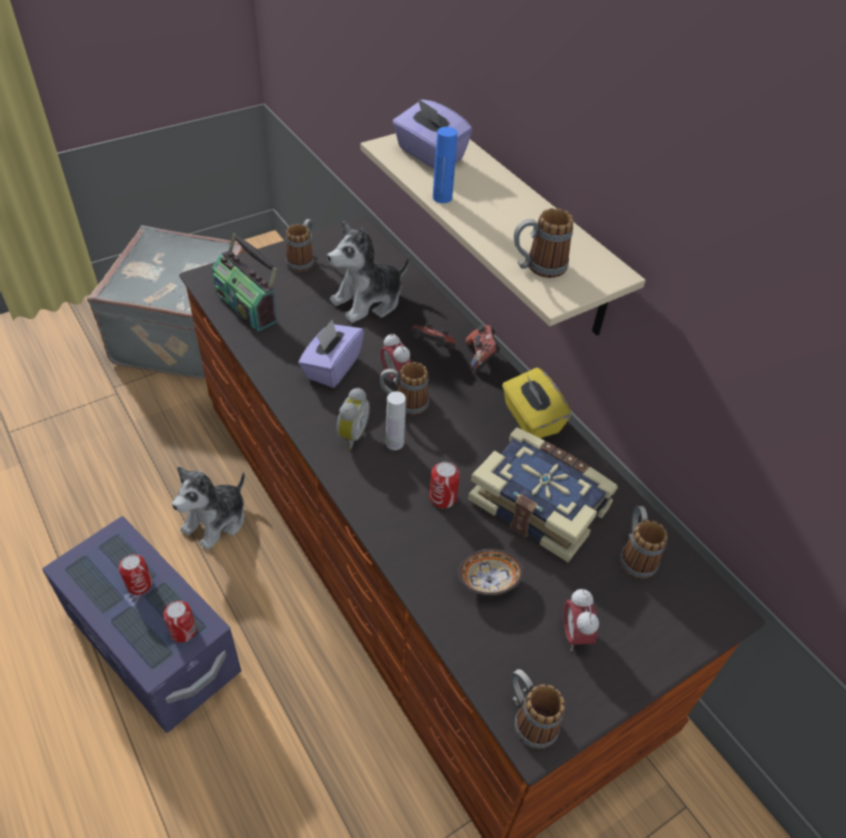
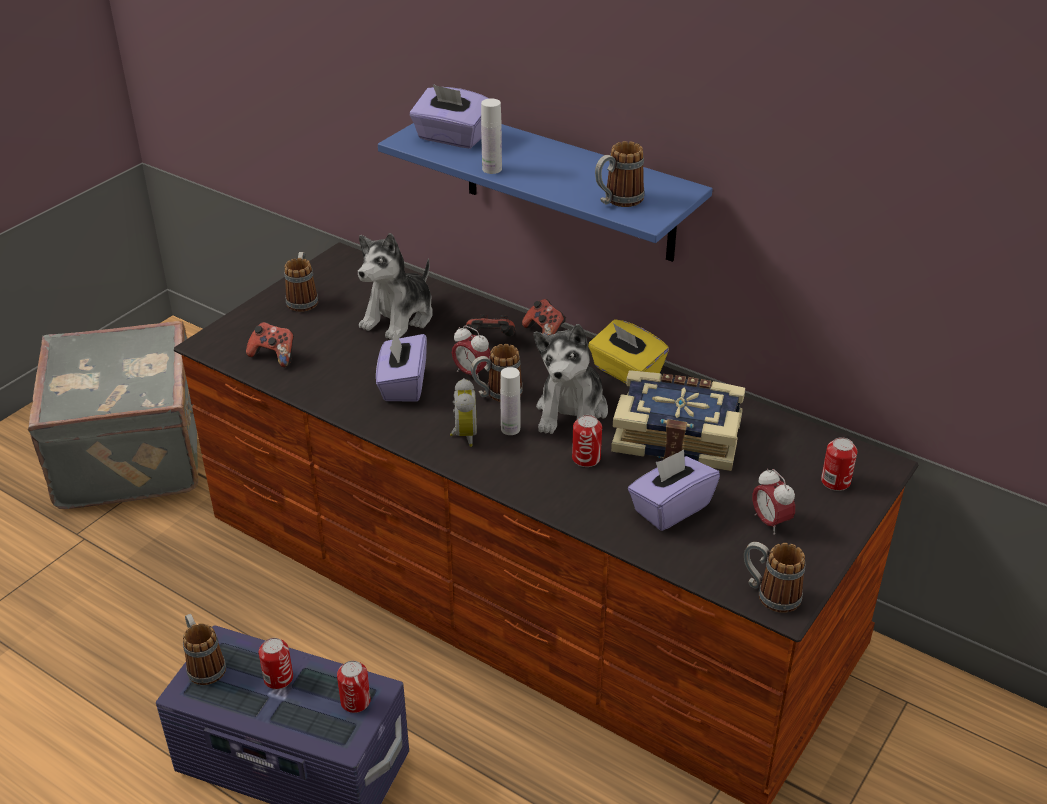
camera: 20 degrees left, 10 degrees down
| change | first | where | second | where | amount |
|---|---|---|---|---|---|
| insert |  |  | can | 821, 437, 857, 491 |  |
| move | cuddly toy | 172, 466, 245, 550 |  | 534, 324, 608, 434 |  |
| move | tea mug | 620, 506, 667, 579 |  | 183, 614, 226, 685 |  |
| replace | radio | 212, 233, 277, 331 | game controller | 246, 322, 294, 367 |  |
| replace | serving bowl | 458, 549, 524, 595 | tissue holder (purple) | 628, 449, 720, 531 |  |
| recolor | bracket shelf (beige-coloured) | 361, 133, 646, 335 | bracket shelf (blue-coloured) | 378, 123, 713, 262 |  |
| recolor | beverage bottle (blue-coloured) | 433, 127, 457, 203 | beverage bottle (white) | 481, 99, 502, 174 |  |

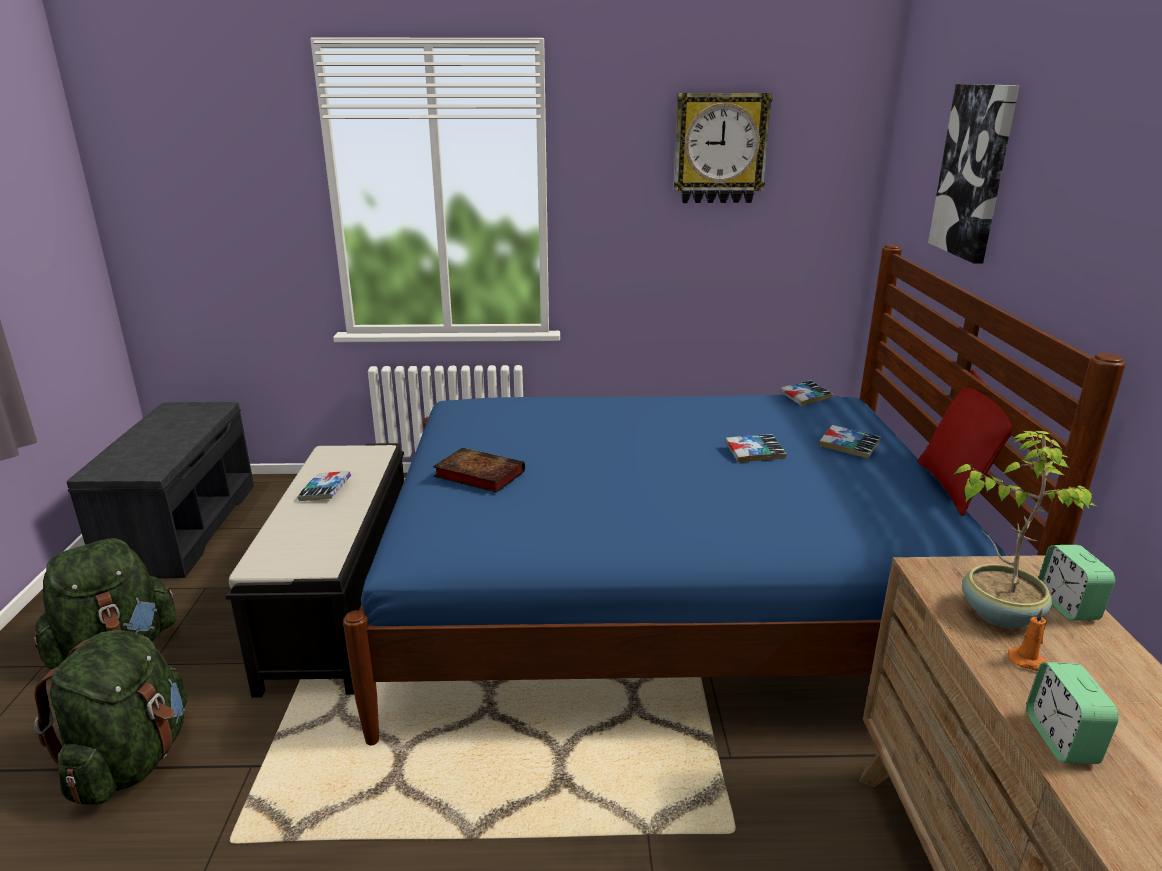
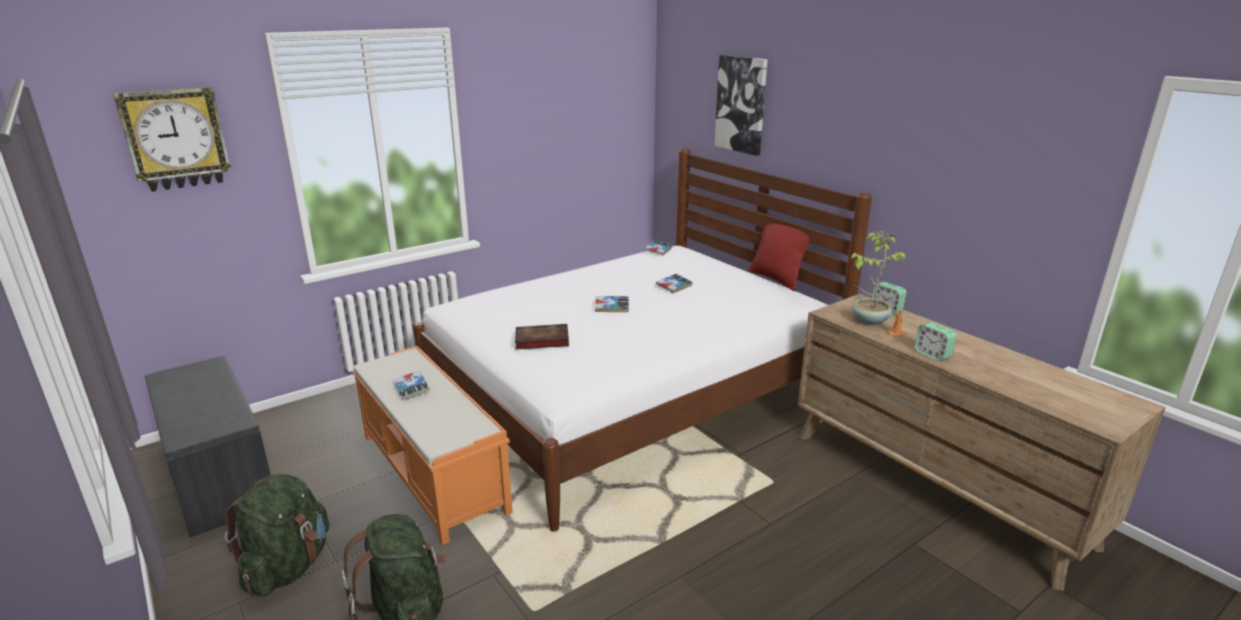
camera: 35 degrees left, 0 degrees up
| change | first | where | second | where | amount |
|---|---|---|---|---|---|
| move | wall clock | 673, 93, 773, 203 |  | 113, 87, 231, 192 |  |
| move | book | 819, 425, 881, 458 |  | 595, 296, 629, 312 |  |
| recolor | indoor bench (black) | 225, 443, 404, 698 | indoor bench (orange) | 352, 346, 513, 545 |  |
| recolor | sleeping bed (blue-coloured) | 343, 244, 1126, 745 | sleeping bed (white) | 413, 148, 872, 532 |  |

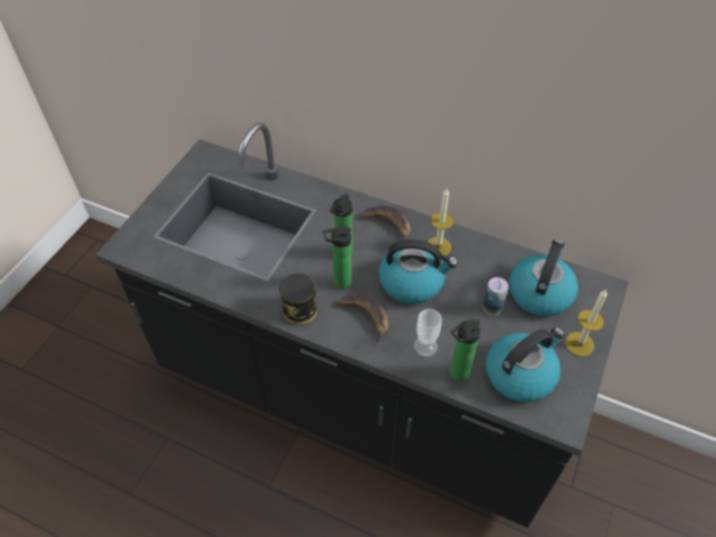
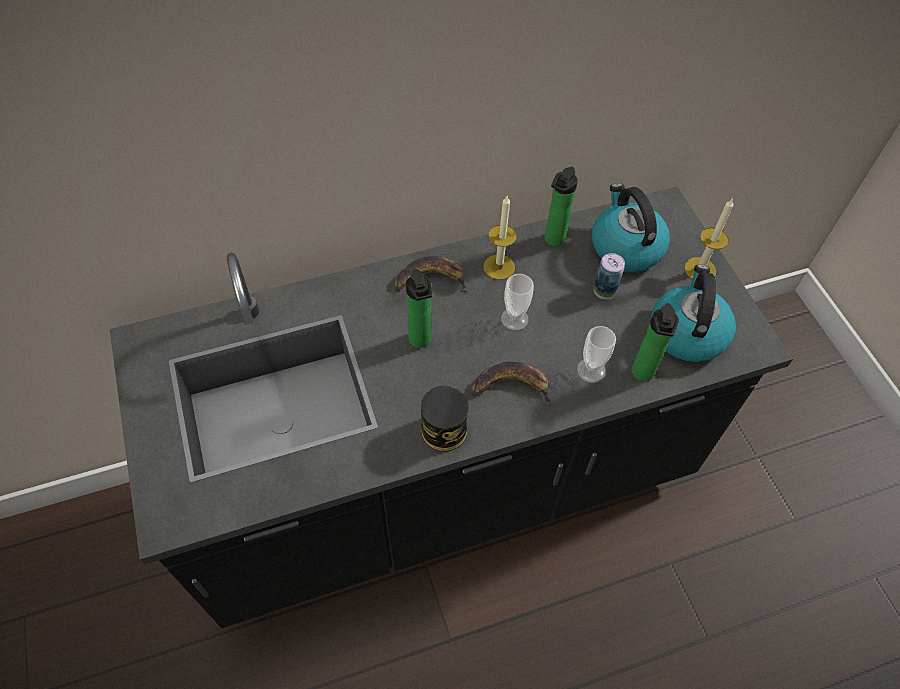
camera: 45 degrees left, 5 degrees up
| change | first | where | second | where | amount |
|---|---|---|---|---|---|
| move | beverage bottle | 323, 226, 352, 289 |  | 545, 167, 578, 247 |  |
| replace | kettle | 379, 239, 458, 304 | drinking cup | 501, 274, 534, 330 |  |

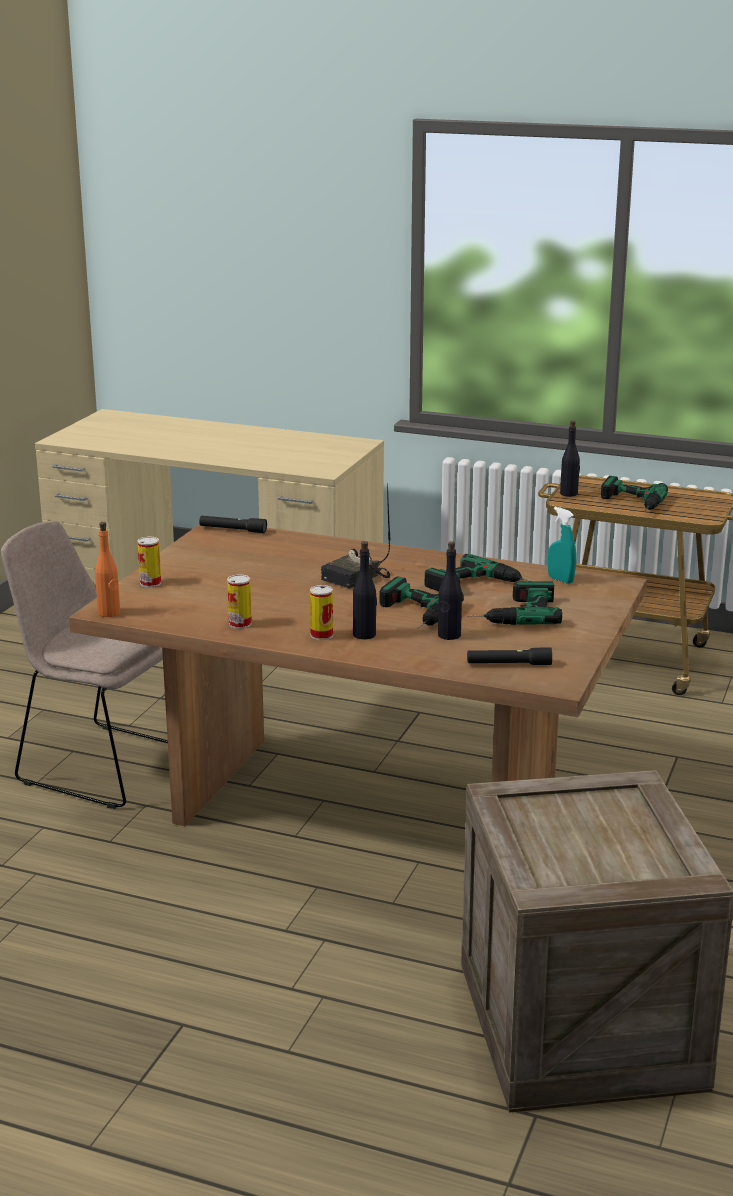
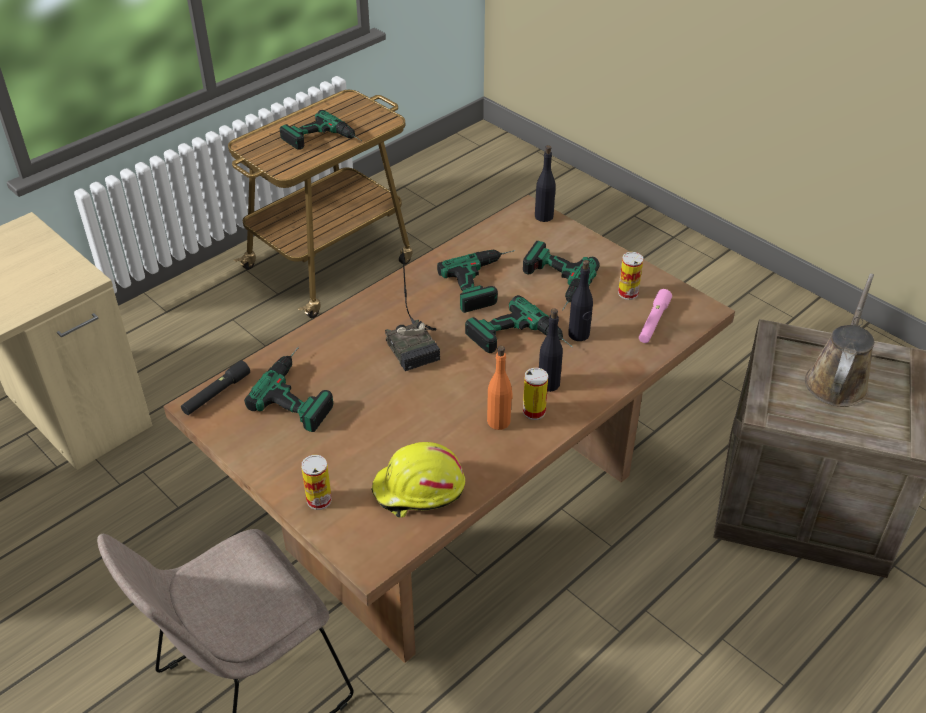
camera: 65 degrees left, 20 degrees up
| change | first | where | second | where | amount |
|---|---|---|---|---|---|
| delete | hand sprayer (turquoise-coloured) | 548, 507, 576, 584 |  |  |  |
| insert |  |  | electric drill | 244, 347, 333, 432 |  |
| insert |  |  | work helmet (yellowish) | 371, 442, 465, 518 |  |
| insert |  |  | watering pot (brownish) | 805, 274, 874, 407 |  |
| move | beverage bottle (orange) | 95, 522, 120, 617 |  | 487, 346, 513, 430 |  |
| move | can | 227, 574, 252, 629 |  | 618, 252, 644, 300 |  |
| move | beverage bottle (black) | 560, 420, 580, 497 |  | 535, 145, 556, 222 |  |
| recolor | hand torch (black) | 467, 648, 552, 665 | hand torch (pink) | 639, 289, 672, 343 |  |

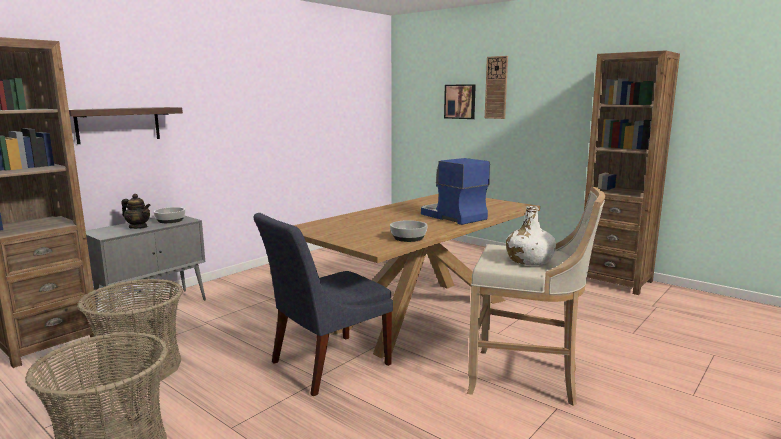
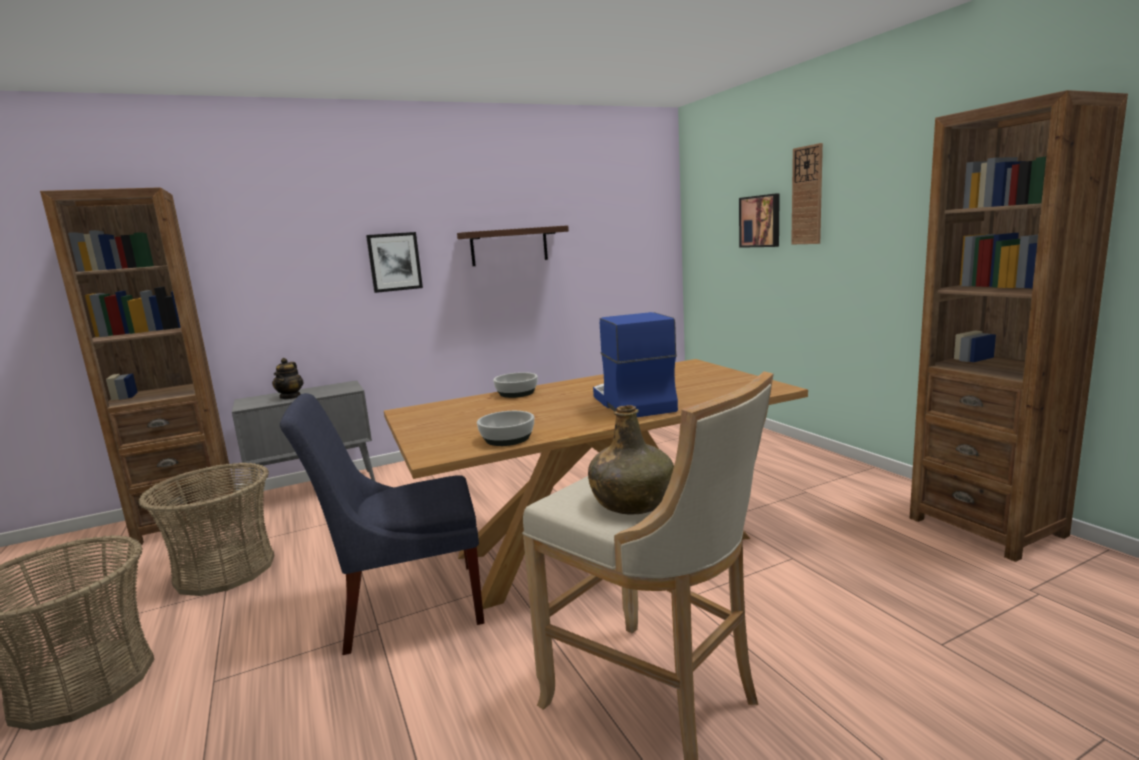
camera: 25 degrees right, 0 degrees up
| change | first | where | second | where | amount |
|---|---|---|---|---|---|
| insert |  |  | wall art | 366, 232, 423, 293 |  |
| move | bracket shelf | 69, 107, 183, 144 |  | 457, 225, 569, 266 |  |
| move | serving bowl | 154, 207, 185, 223 |  | 493, 372, 538, 398 |  |
| recolor | beverage bottle (white) | 506, 206, 556, 266 | beverage bottle (green-coloured) | 588, 405, 674, 514 |  |
| rotate | tea pot | 121, 194, 150, 229 |  | 272, 358, 304, 399 | 45 degrees clockwise |

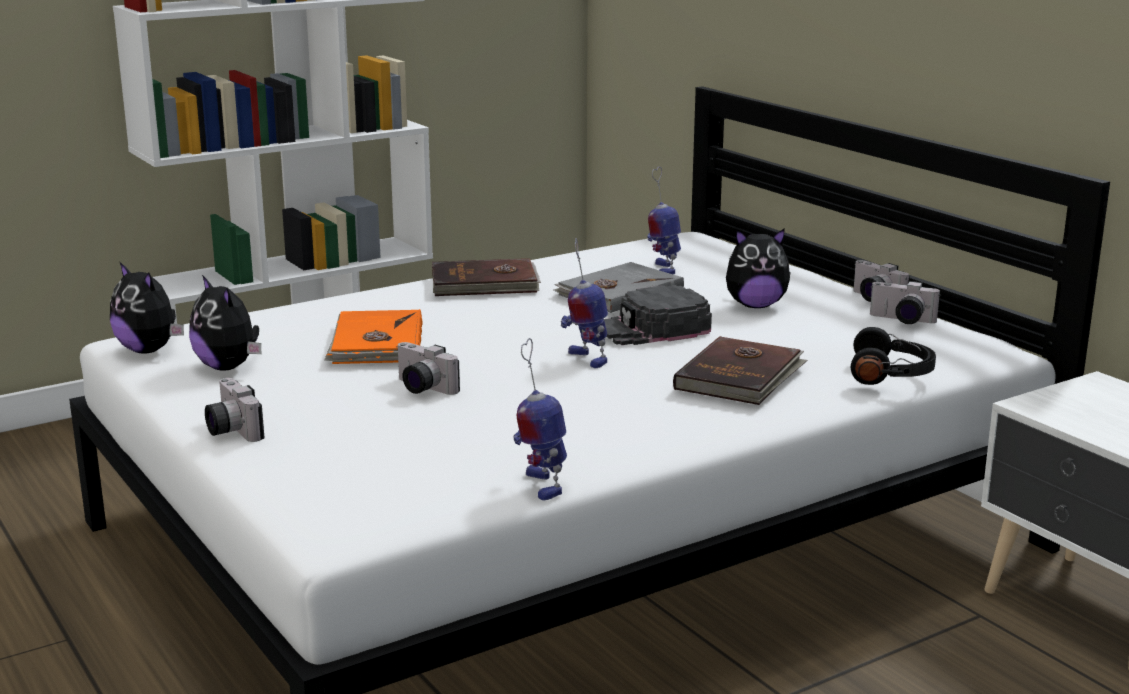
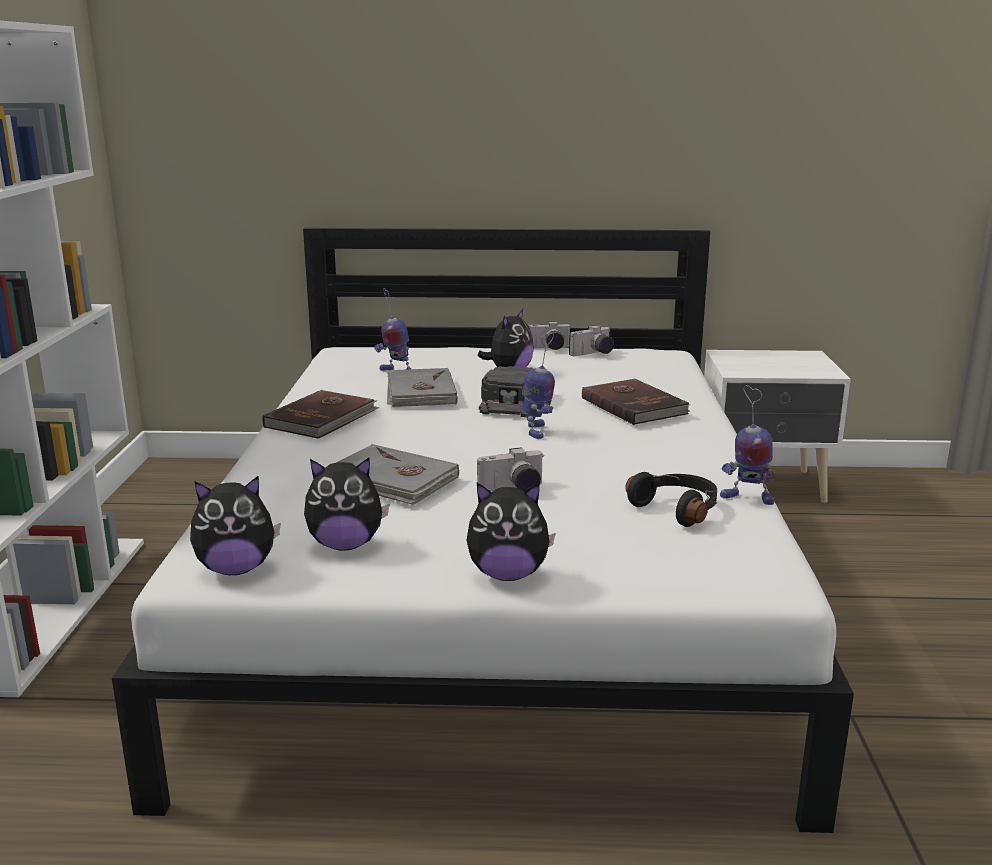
camera: 55 degrees left, 0 degrees up
| change | first | where | second | where | amount |
|---|---|---|---|---|---|
| move | pair of headphones (black) | 851, 327, 936, 385 |  | 625, 472, 717, 527 |  |
| replace | photo camera | 205, 378, 265, 442 | cuddly toy | 466, 483, 556, 581 |  |
| recolor | book (orange) | 324, 309, 423, 364 | book (grey) | 336, 444, 459, 505 |  |
| rotate | robot figure | 561, 238, 608, 368 |  | 521, 333, 555, 439 | 90 degrees counterclockwise |

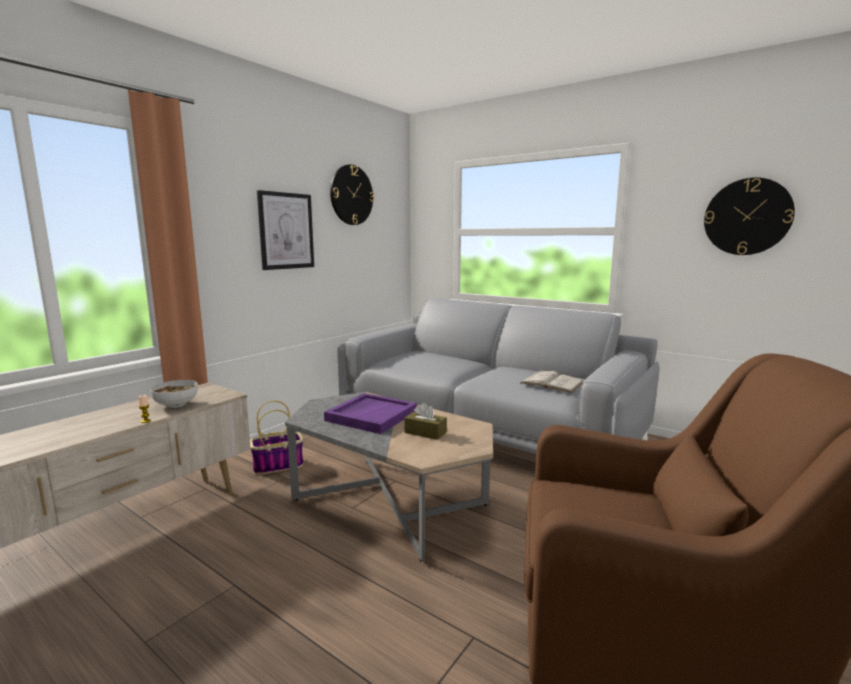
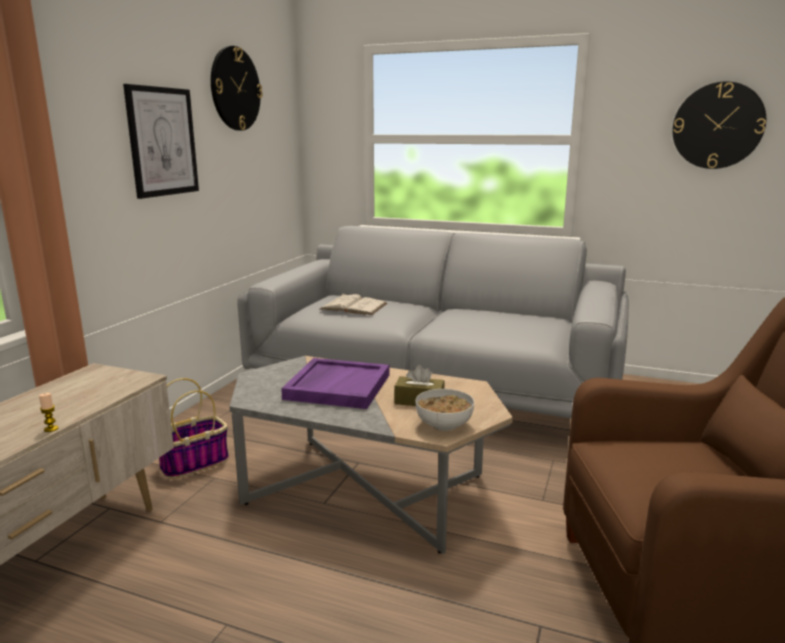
camera: 15 degrees left, 5 degrees up
| change | first | where | second | where | amount |
|---|---|---|---|---|---|
| move | serving bowl | 150, 380, 198, 408 |  | 416, 389, 474, 431 |  |
| move | book (white) | 520, 370, 583, 393 |  | 320, 293, 387, 315 |  |

